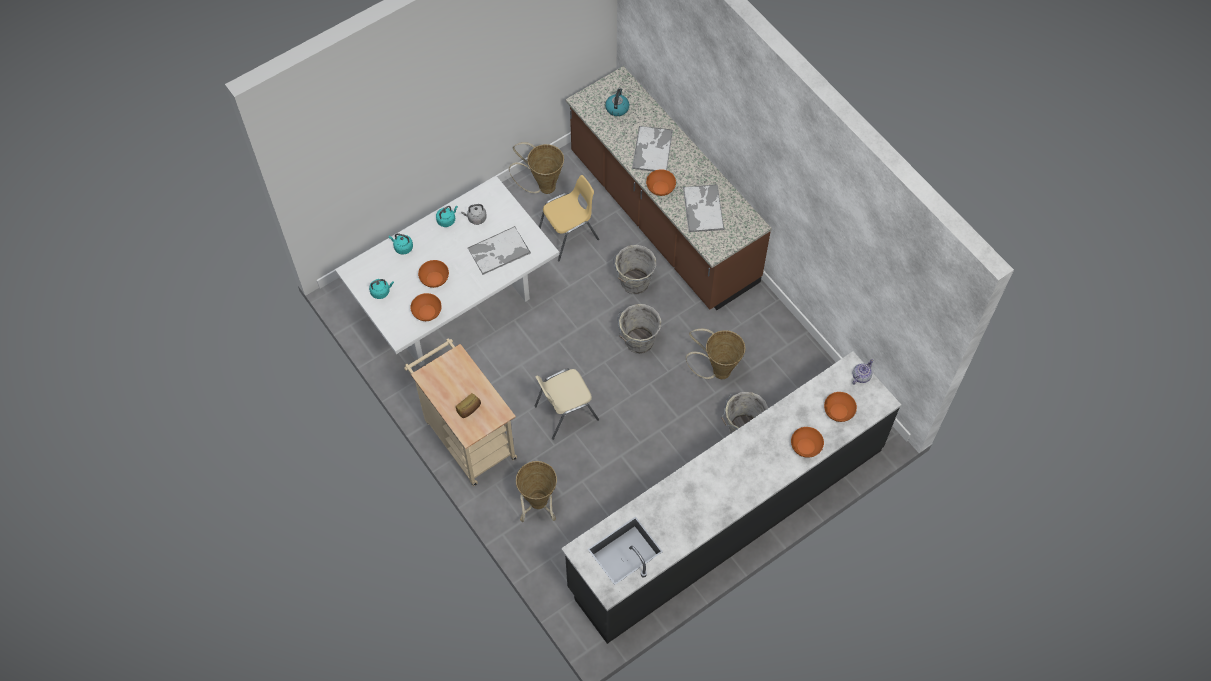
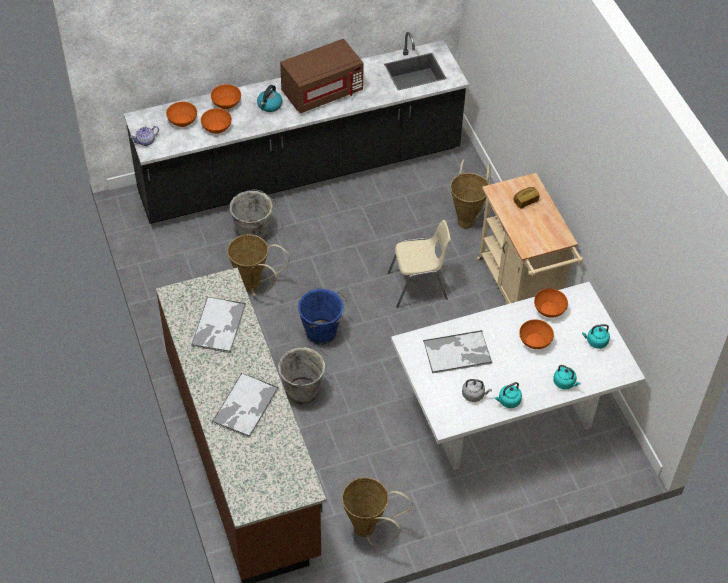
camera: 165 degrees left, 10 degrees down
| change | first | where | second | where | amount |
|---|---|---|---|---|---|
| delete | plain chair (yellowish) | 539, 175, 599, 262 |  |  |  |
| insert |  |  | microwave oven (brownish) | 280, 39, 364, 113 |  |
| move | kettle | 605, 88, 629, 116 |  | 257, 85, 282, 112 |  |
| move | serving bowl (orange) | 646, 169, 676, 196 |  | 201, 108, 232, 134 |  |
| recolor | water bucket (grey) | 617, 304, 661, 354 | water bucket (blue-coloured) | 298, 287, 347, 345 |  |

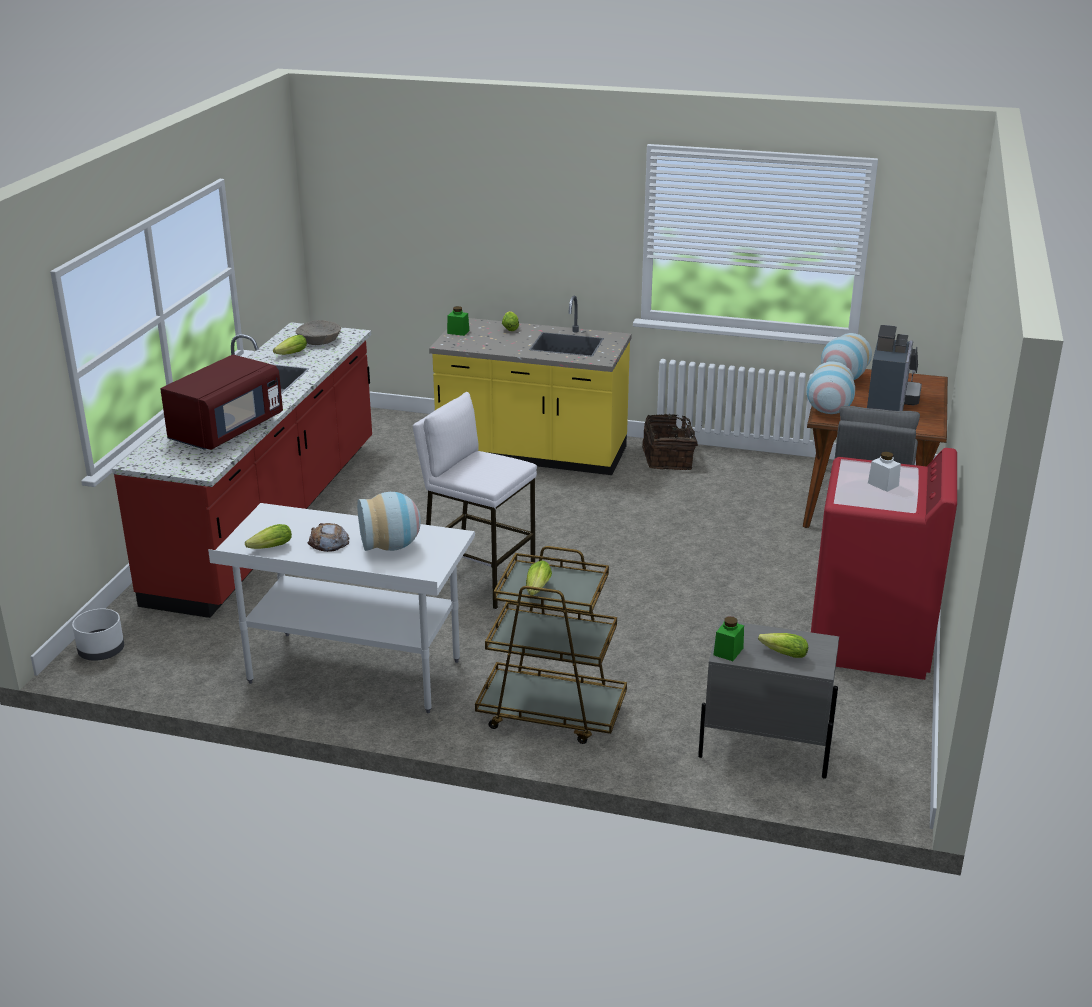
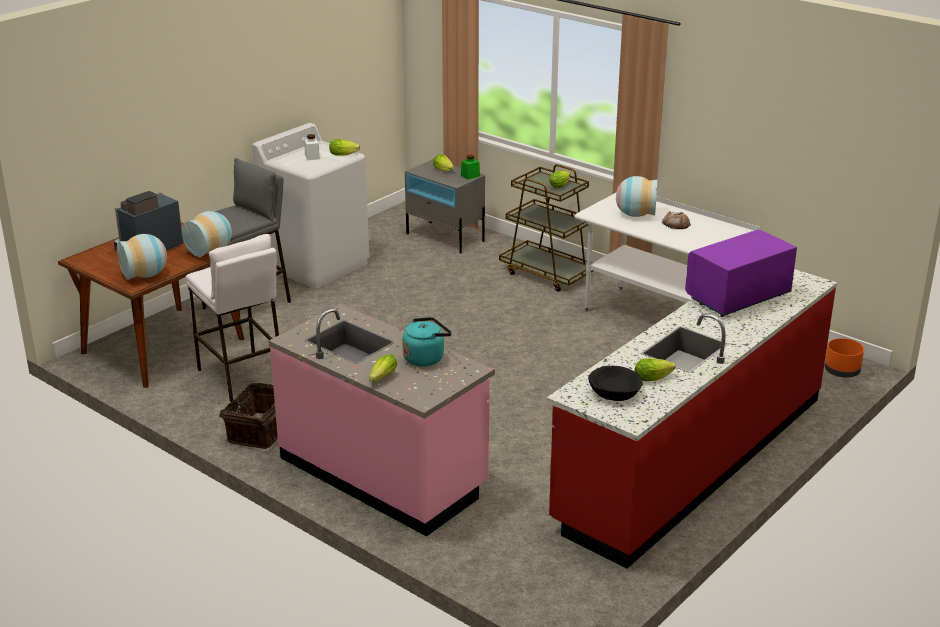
camera: 155 degrees left, 0 degrees up
| change | first | where | second | where | amount |
|---|---|---|---|---|---|
| delete | preserve jar (green-coloured) | 447, 306, 469, 336 |  |  |  |
| insert |  |  | kettle (turquoise-coloured) | 402, 317, 452, 366 |  |
| move | lettuce head | 245, 524, 292, 549 |  | 329, 139, 360, 156 |  |
| move | sitting stool (white) | 413, 392, 537, 609 |  | 186, 234, 279, 402 |  |
| recolor | flower pot (white) | 72, 609, 124, 661 | flower pot (orange) | 825, 338, 864, 378 |  |
| recolor | microwave oven (red-coloured) | 160, 355, 283, 450 | microwave oven (purple) | 685, 229, 797, 317 |  |
| recolor | serving bowl (beige-coloured) | 296, 320, 341, 345 | serving bowl (black) | 588, 366, 643, 401 |  |
| recolor | counter (yellowish) | 429, 295, 632, 475 | counter (pink) | 268, 304, 495, 537 |  |
| recolor | washing machine (red-coloured) | 811, 448, 957, 680 | washing machine (white) | 252, 123, 369, 289 |  |

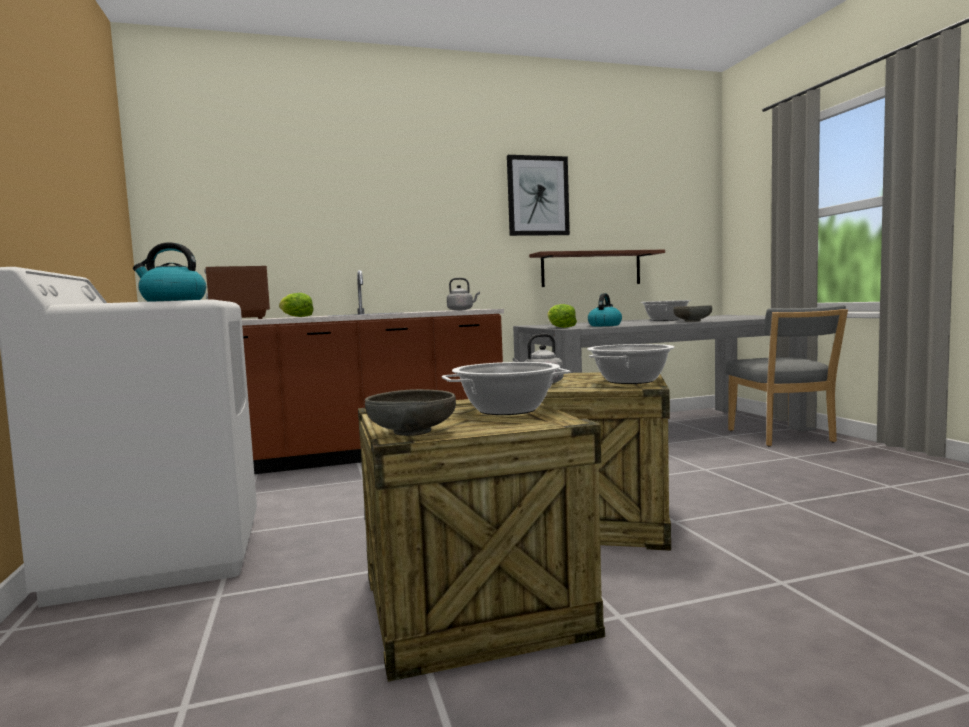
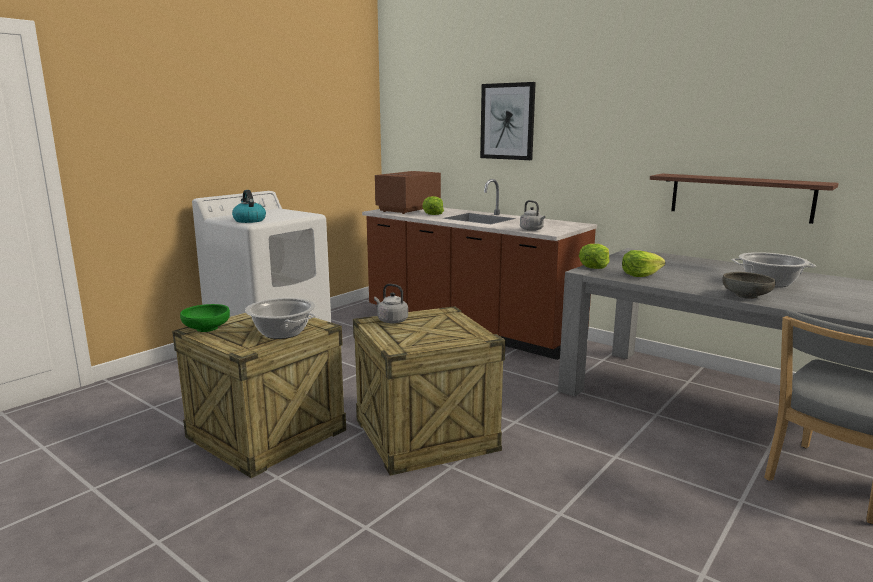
camera: 55 degrees right, 10 degrees up
| change | first | where | second | where | amount |
|---|---|---|---|---|---|
| delete | cooking pot | 587, 344, 675, 384 |  |  |  |
| move | wall art | 507, 155, 570, 236 |  | 480, 82, 536, 160 |  |
| replace | kettle | 588, 293, 622, 326 | lettuce head | 622, 250, 665, 277 |  |
| recolor | serving bowl (grey) | 365, 389, 456, 436 | serving bowl (green-coloured) | 180, 304, 230, 332 |  |

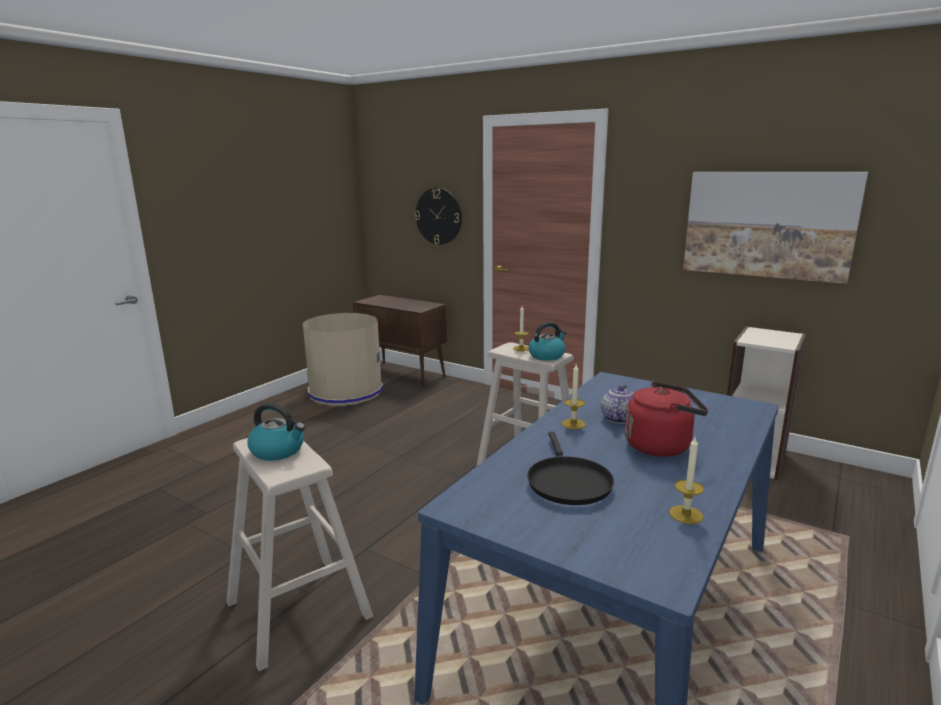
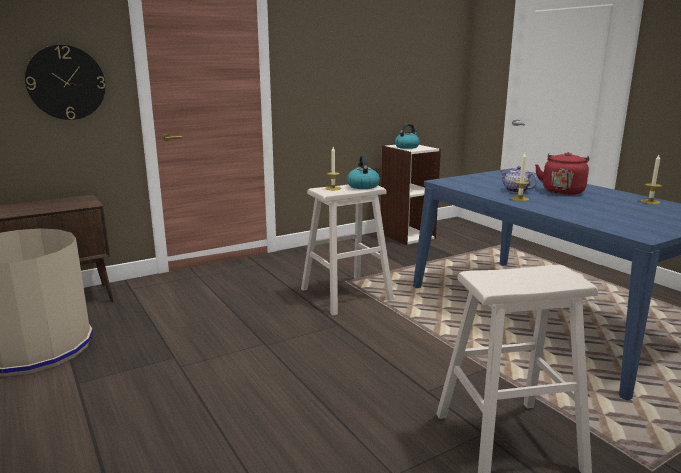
camera: 65 degrees left, 0 degrees up
| change | first | where | second | where | amount |
|---|---|---|---|---|---|
| delete | skillet (black) | 527, 432, 614, 505 |  |  |  |
| delete | wall art | 683, 172, 868, 284 |  |  |  |
| move | kettle | 247, 403, 305, 461 |  | 395, 123, 420, 149 |  |

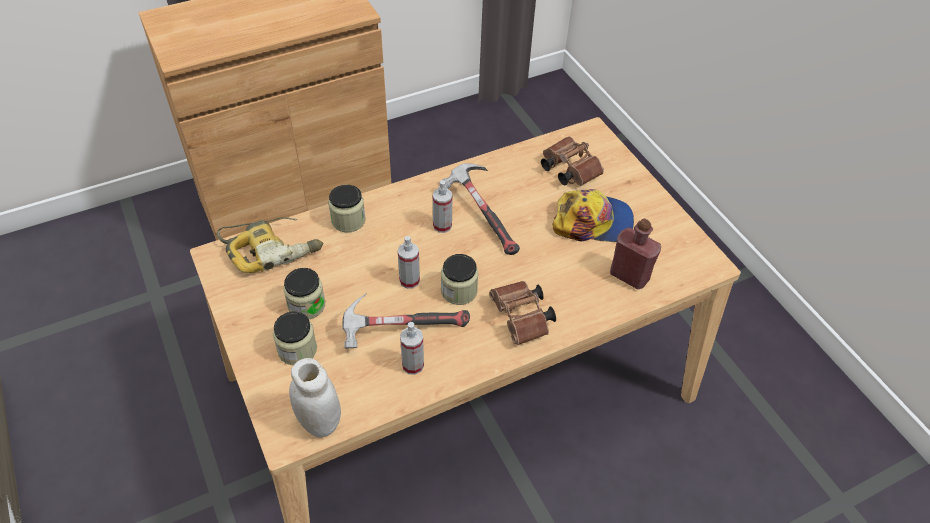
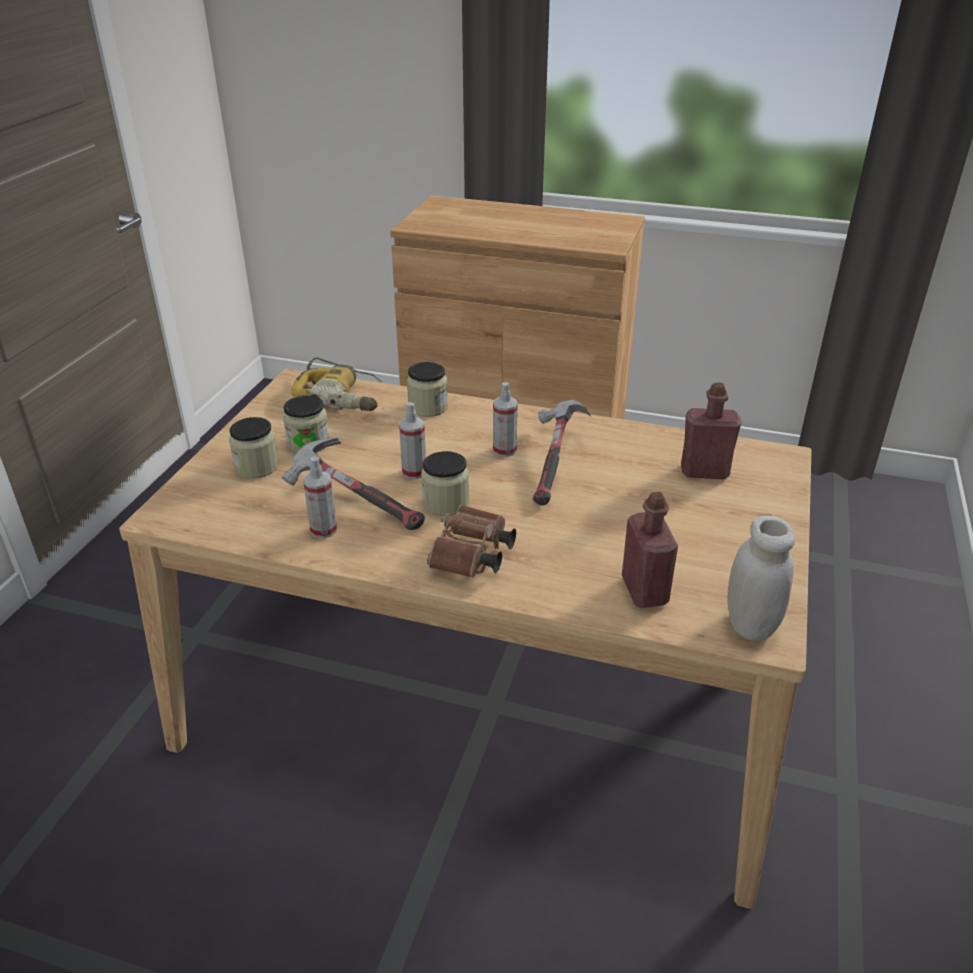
camera: 45 degrees right, 15 degrees down
| change | first | where | second | where | amount |
|---|---|---|---|---|---|
| delete | baseball cap | 552, 189, 634, 242 |  |  |  |
| move | preserve jar (white) | 289, 358, 341, 438 |  | 727, 516, 795, 641 |  |
| replace | binoculars (brownish) | 541, 136, 604, 186 | beverage bottle (red-coloured) | 681, 382, 742, 479 |  |

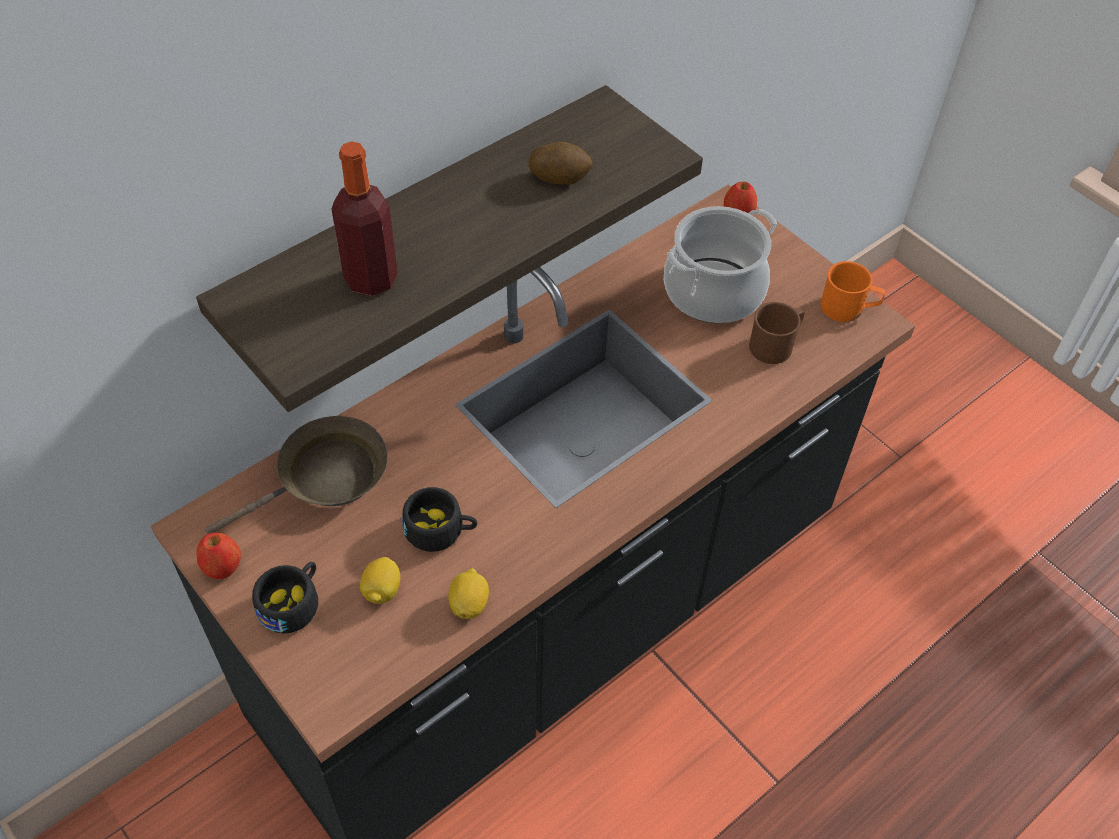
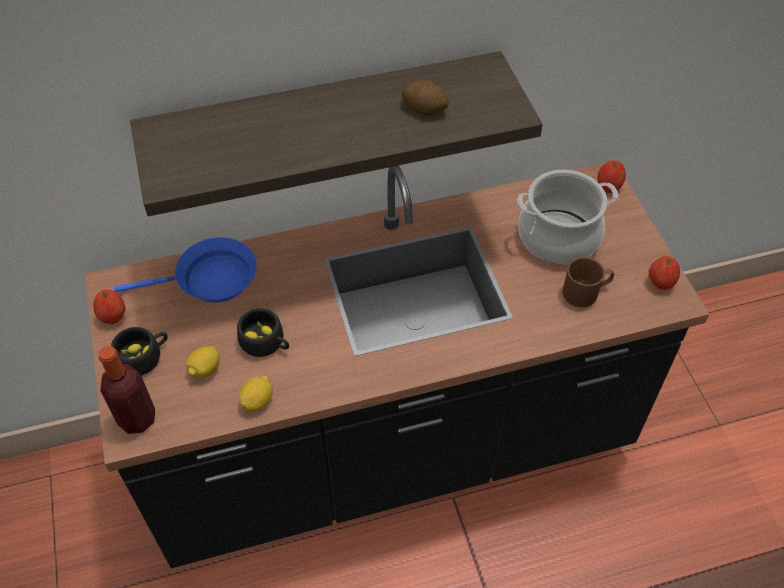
camera: 25 degrees right, 0 degrees up
| change | first | where | second | where | amount |
|---|---|---|---|---|---|
| move | beverage bottle | 331, 141, 398, 296 |  | 98, 346, 155, 434 |  |
| replace | tea mug (orange) | 821, 261, 885, 322 | whole apple | 649, 256, 680, 290 |  |
| recolor | skillet (brownish) | 205, 416, 388, 534 | skillet (blue-coloured) | 114, 237, 257, 303 |  |

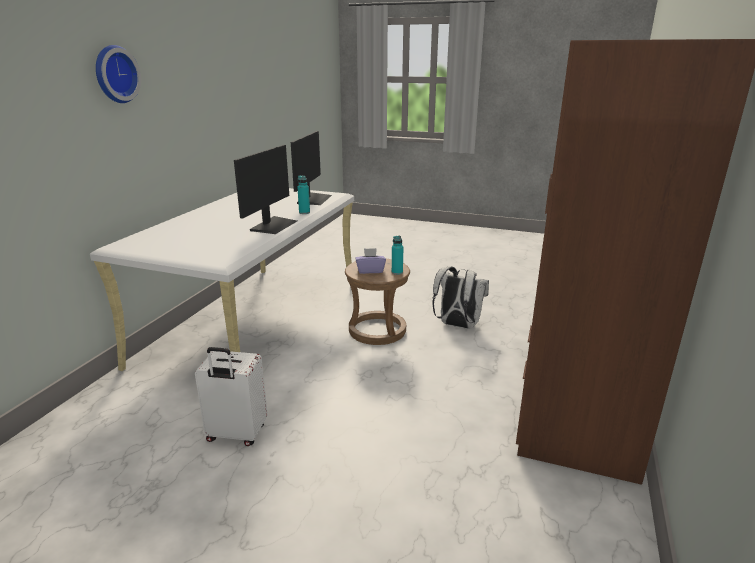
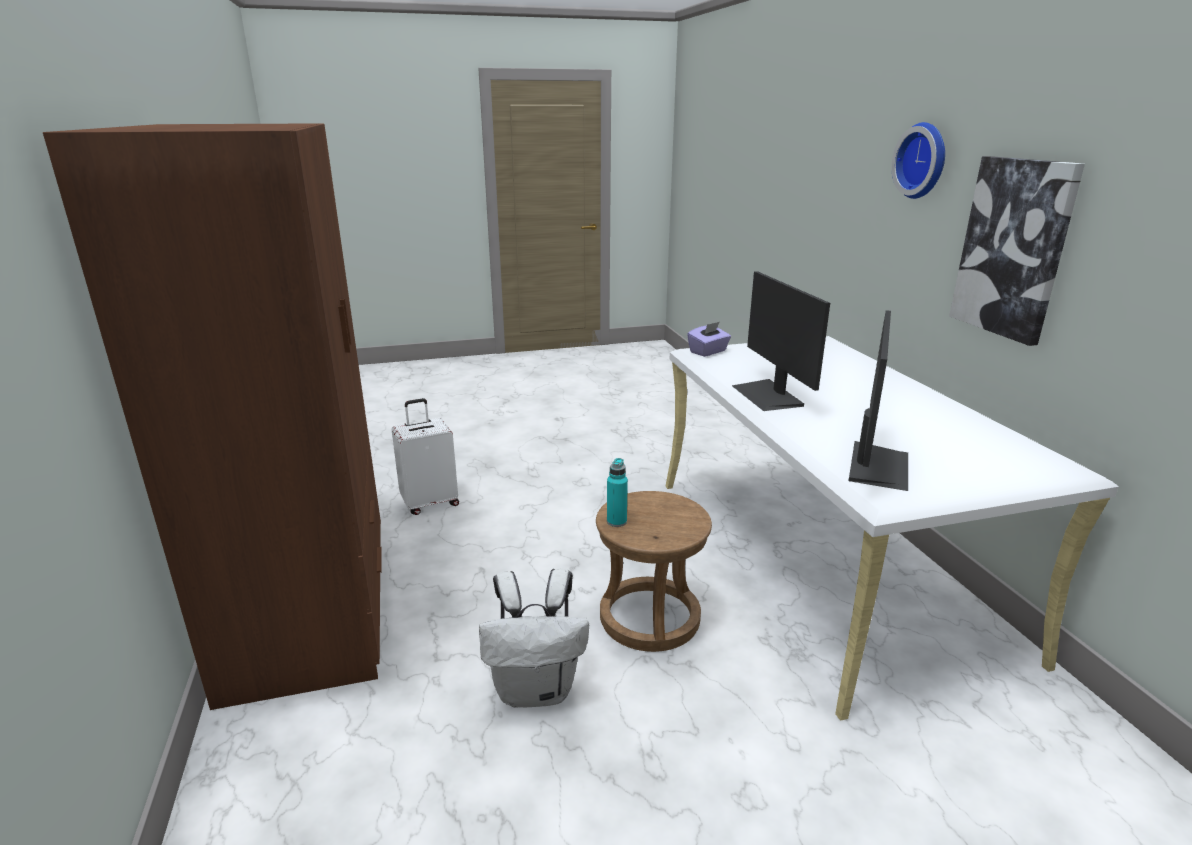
camera: 145 degrees right, 0 degrees up
| change | first | where | second | where | amount |
|---|---|---|---|---|---|
| delete | beverage bottle (turquoise-coloured) | 297, 175, 310, 214 |  |  |  |
| insert |  |  | wall art | 949, 156, 1085, 346 |  |
| move | travel case (white) | 195, 347, 268, 446 |  | 392, 398, 459, 515 |  |
| move | tissue holder (purple) | 356, 248, 386, 274 |  | 687, 322, 731, 357 |  |
| rotate | computer screen | 291, 131, 332, 205 |  | 849, 310, 908, 491 | 135 degrees counterclockwise |

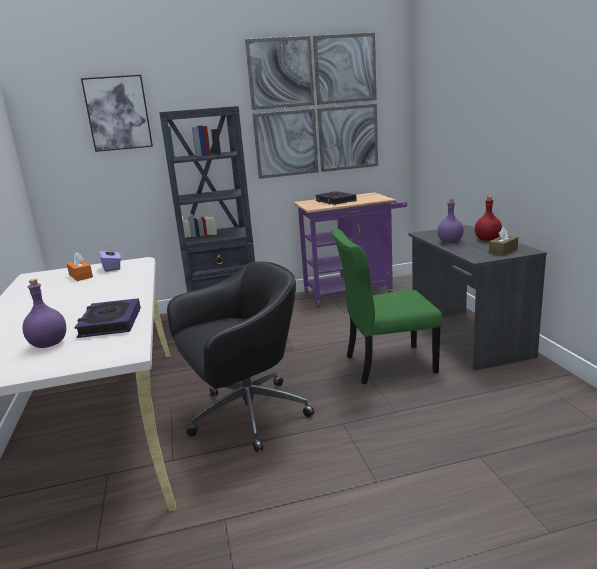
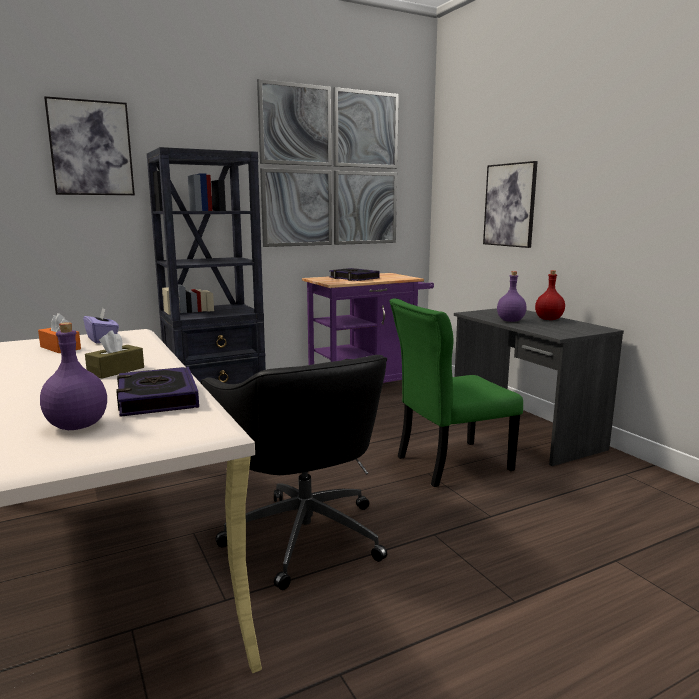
camera: 15 degrees left, 5 degrees down
| change | first | where | second | where | amount |
|---|---|---|---|---|---|
| insert |  |  | wall art | 483, 161, 538, 248 |  |
| move | tissue holder (brownish) | 489, 227, 518, 256 |  | 85, 330, 144, 379 |  |
| rotate | computer chair (black) | 167, 261, 314, 452 |  | 201, 355, 387, 590 | 105 degrees clockwise |

